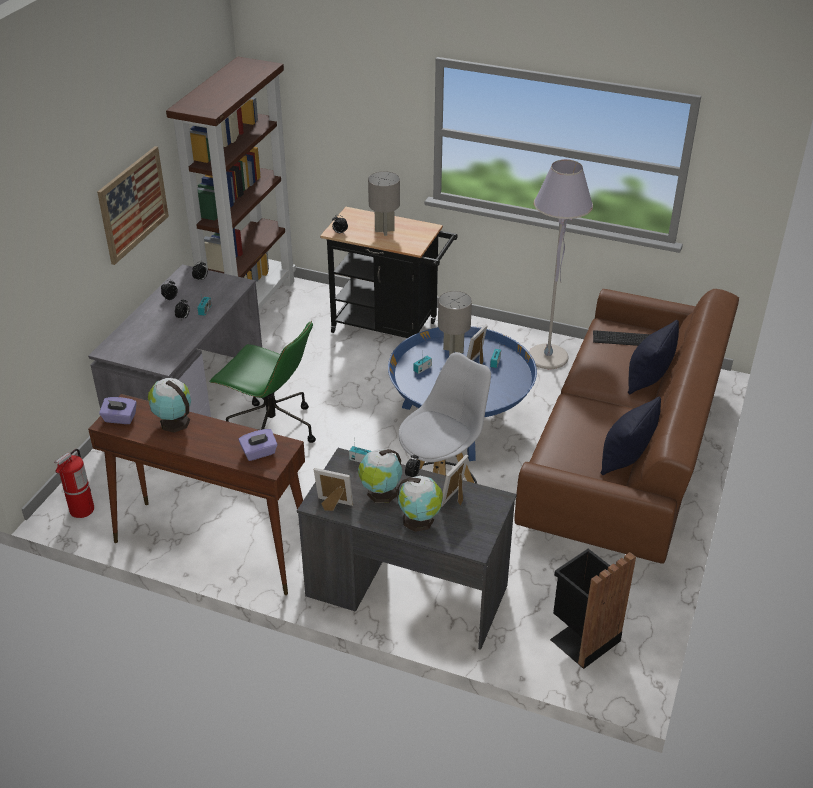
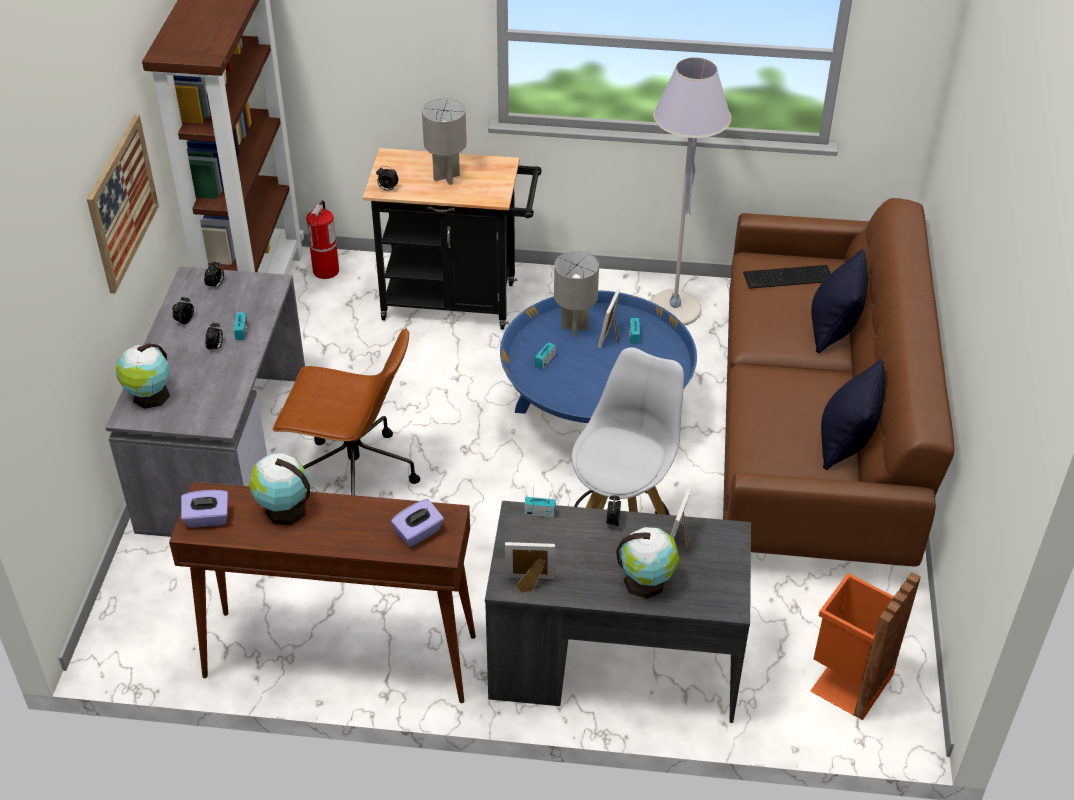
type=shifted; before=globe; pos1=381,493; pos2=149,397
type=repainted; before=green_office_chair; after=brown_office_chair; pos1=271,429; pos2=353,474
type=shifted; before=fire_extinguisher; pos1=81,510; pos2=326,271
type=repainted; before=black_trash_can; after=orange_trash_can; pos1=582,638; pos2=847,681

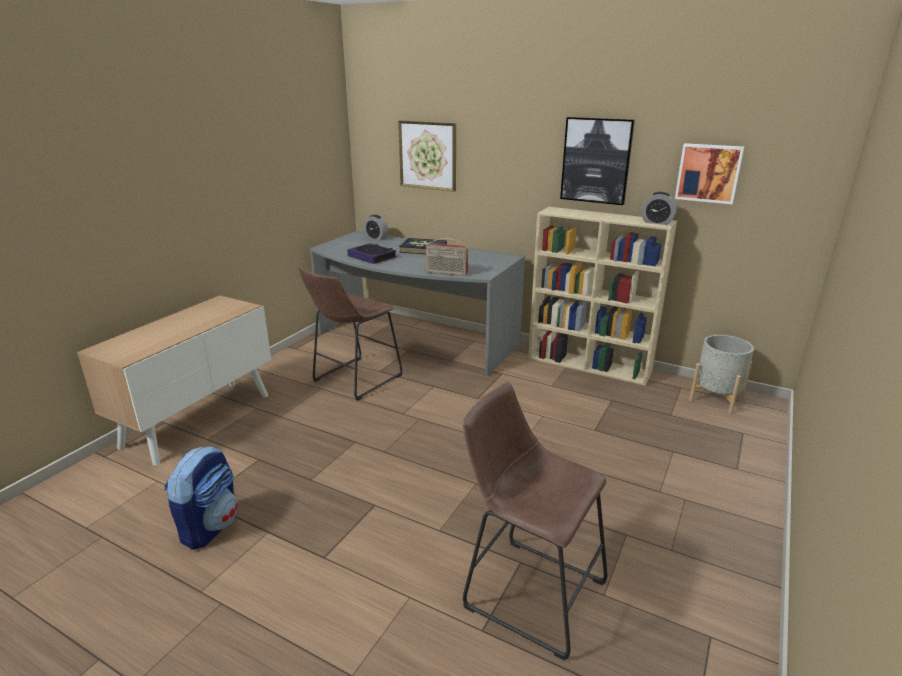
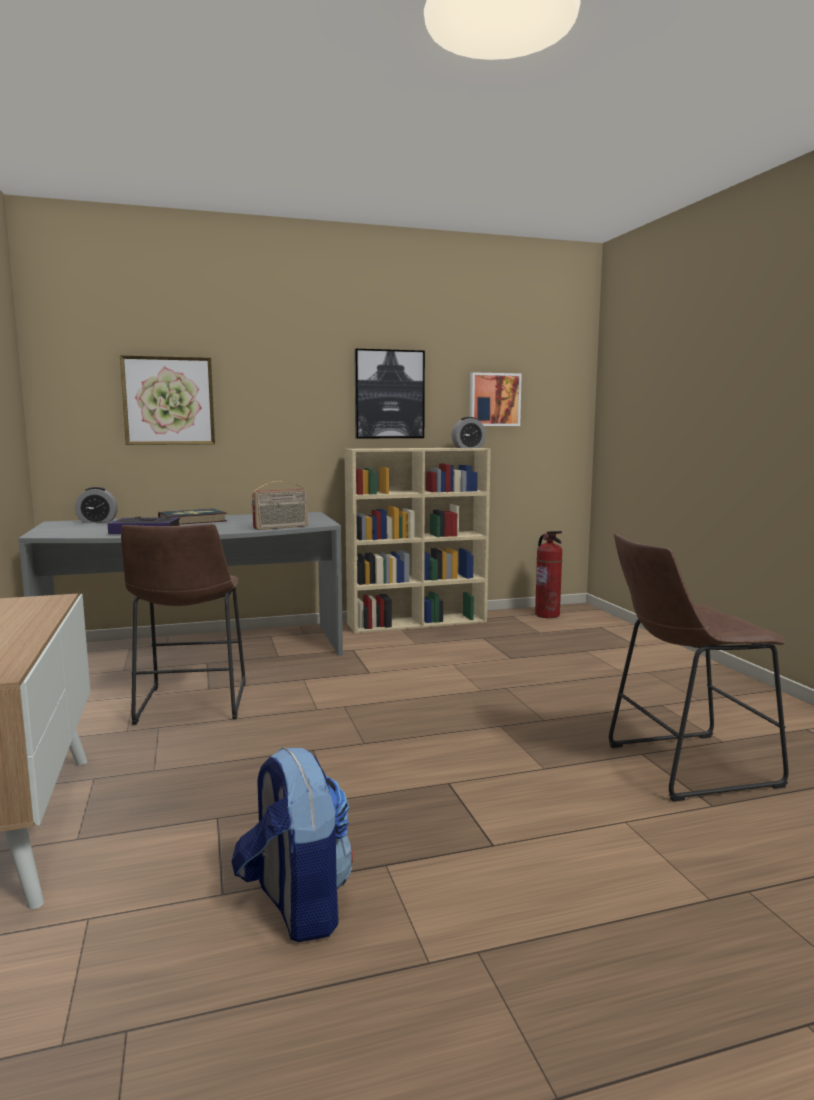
type=swapped; before=grey_planter; after=fire_extinguisher; pos1=716,399; pos2=547,615

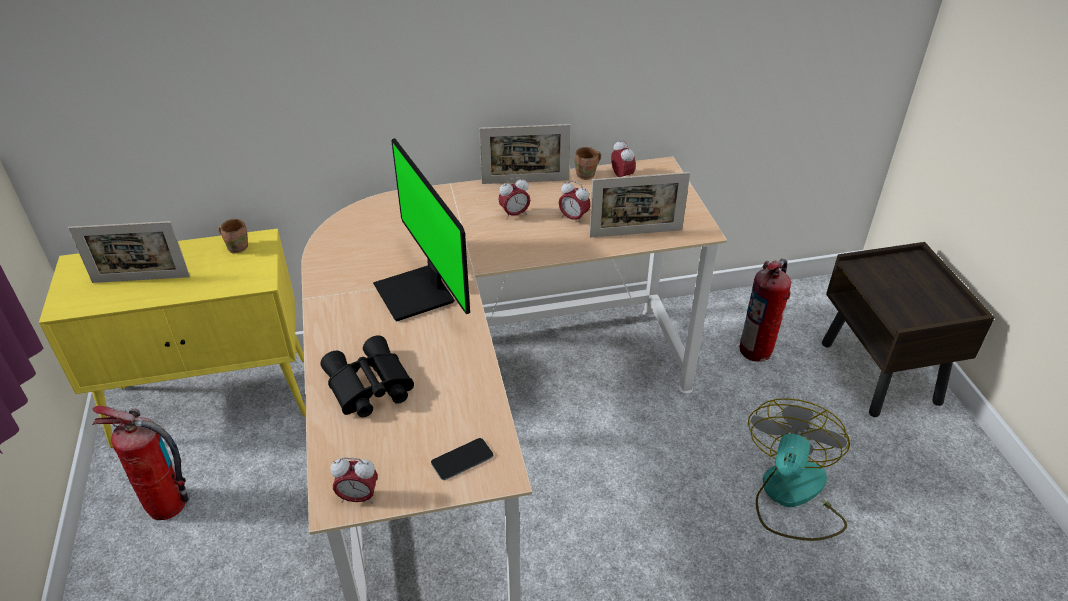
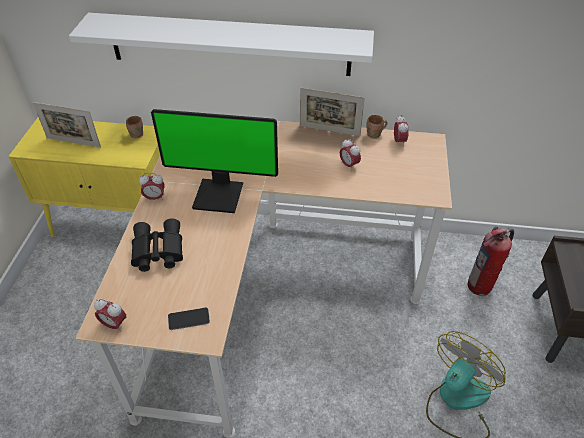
type=new; after=white_shelf; pos2=229,44
type=shifted; before=alarm_clock; pos1=514,214; pos2=155,198
type=rotated; before=monitor; pos1=418,293; pos2=219,194; turn=-75
type=gone; before=fire_extinguisher; pos1=167,505
type=gone; before=picture_frame; pos1=636,233

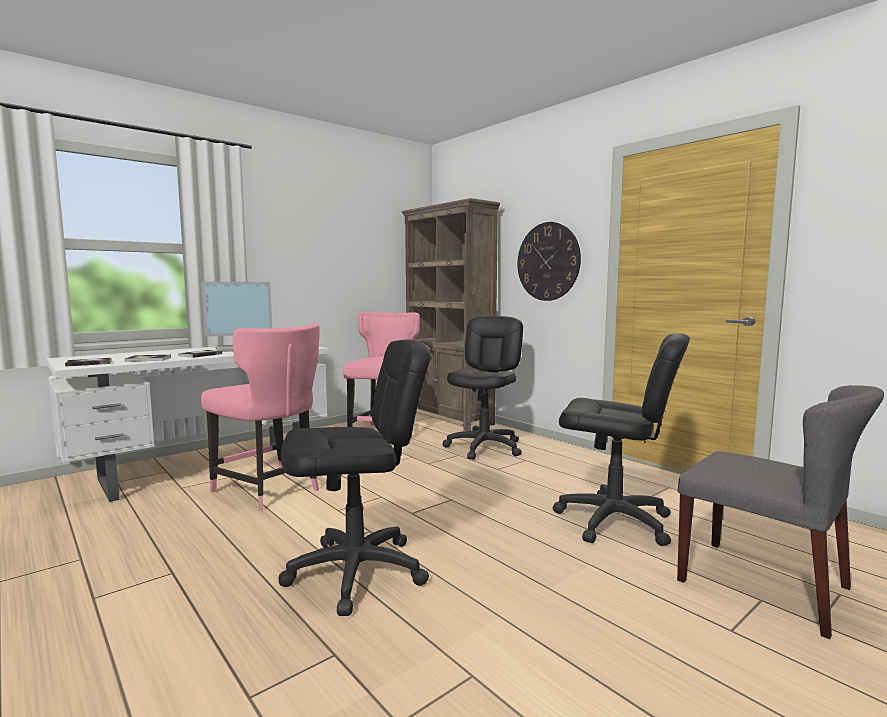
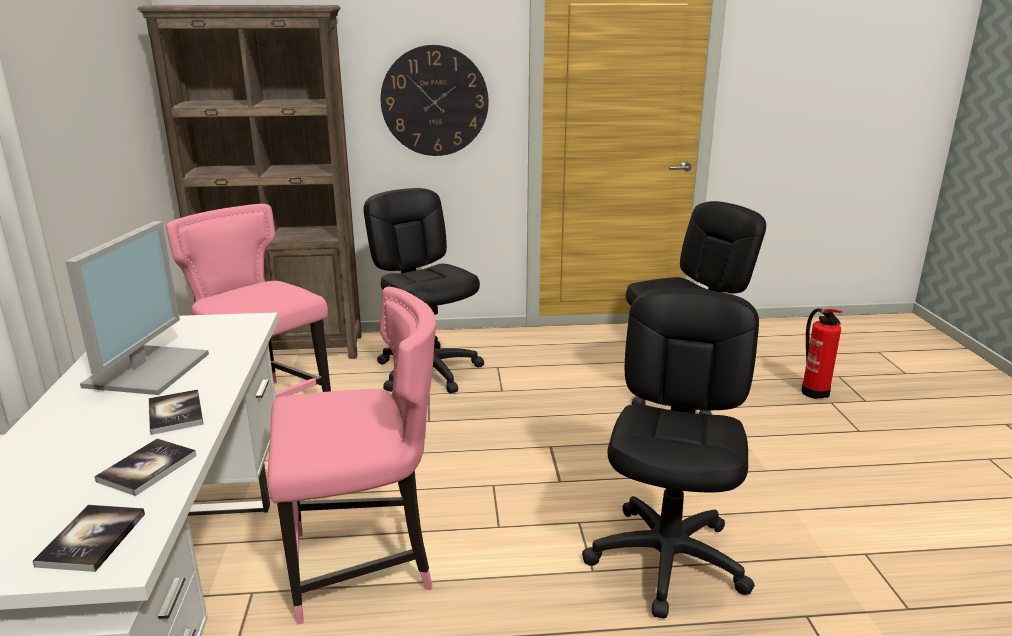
type=swapped; before=grey_chair; after=fire_extinguisher; pos1=764,584; pos2=814,391

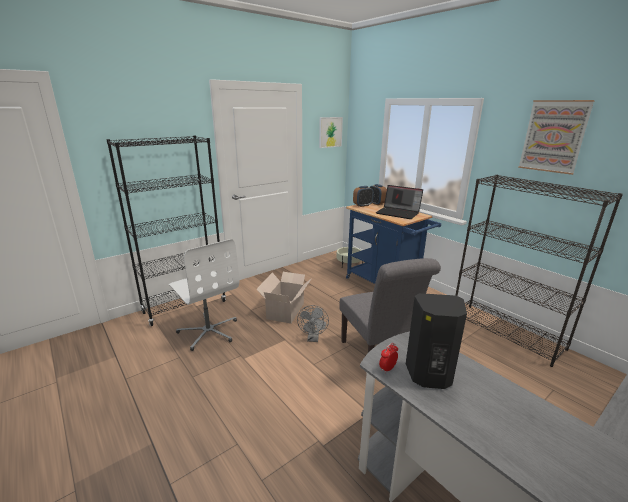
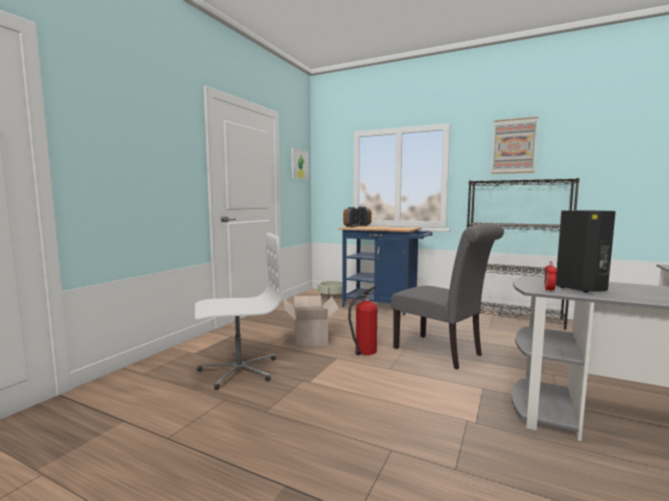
type=rotated; before=white_office_chair; pos1=209,331; pos2=238,370; turn=-45
type=swapped; before=grey_fan; after=fire_extinguisher; pos1=313,338; pos2=364,351
type=gone; before=black_bookcase; pos1=185,307
type=gone; before=laptop; pos1=398,213

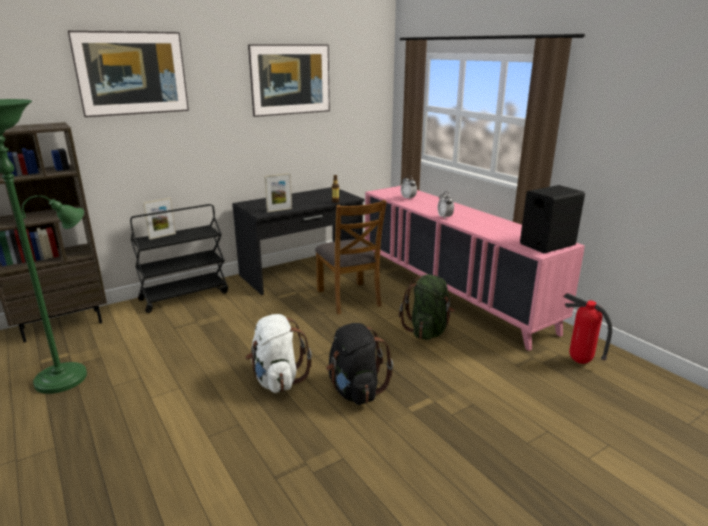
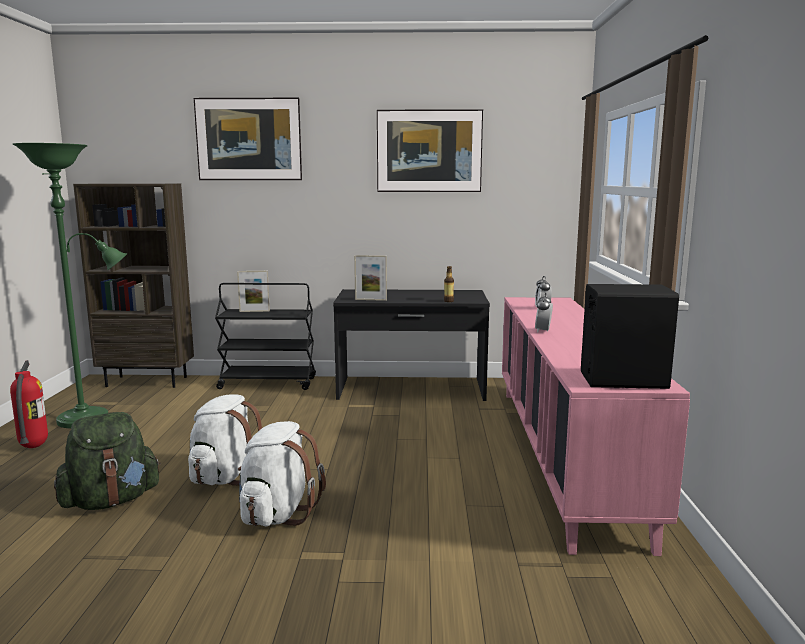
type=shifted; before=fire_extinguisher; pos1=579,362; pos2=33,447
type=shifted; before=green_backpack; pos1=427,331; pos2=111,501
type=repainted; before=black_backpack; after=white_backpack; pos1=355,390; pos2=278,514
type=gone; before=brown_chair; pos1=349,298

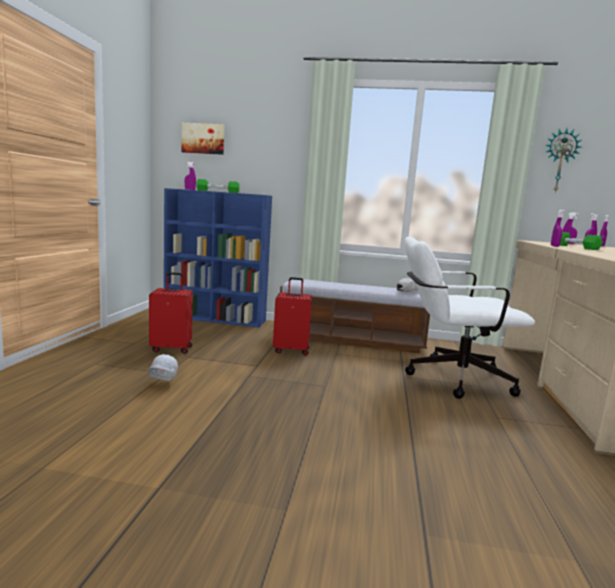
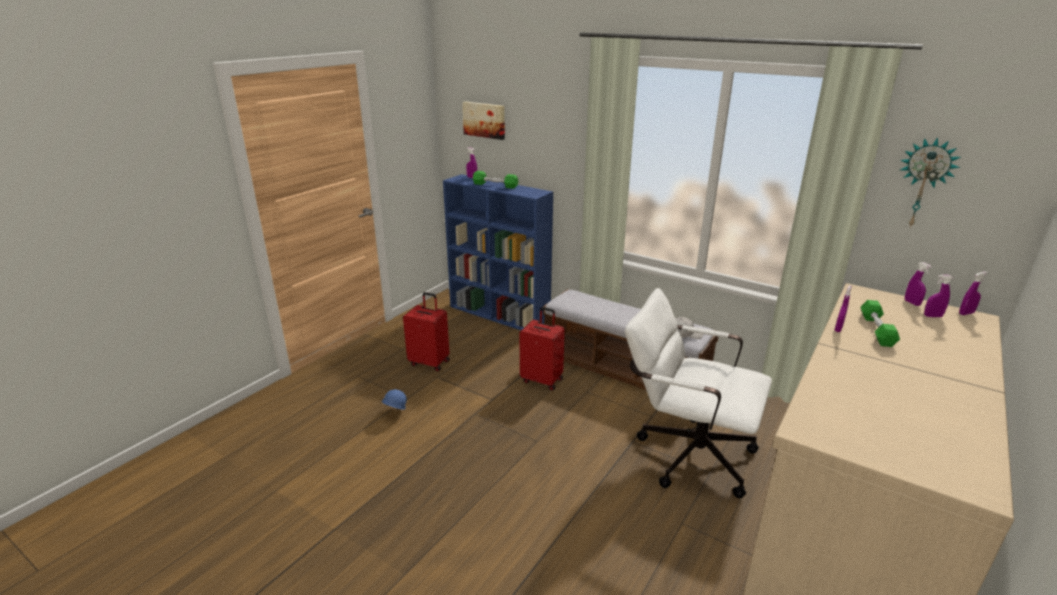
type=repainted; before=white_hard_hat; after=blue_hard_hat; pos1=162,385; pos2=395,414

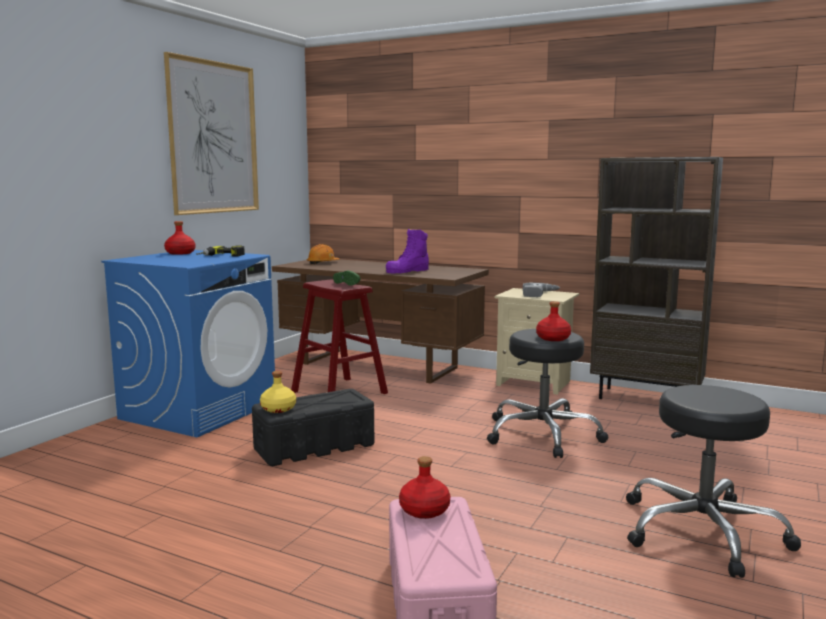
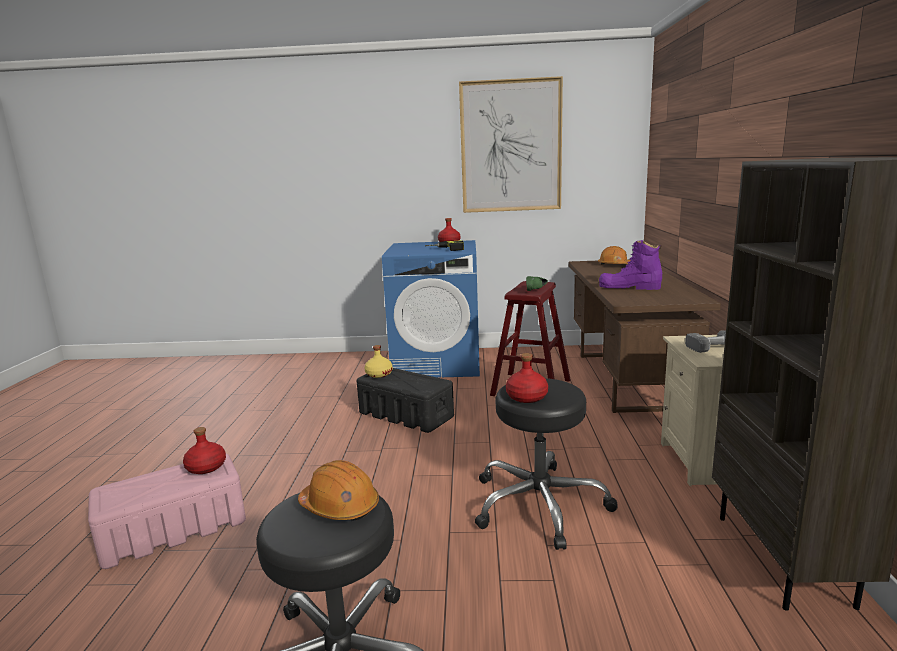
type=new; after=orange_hard_hat; pos2=340,507

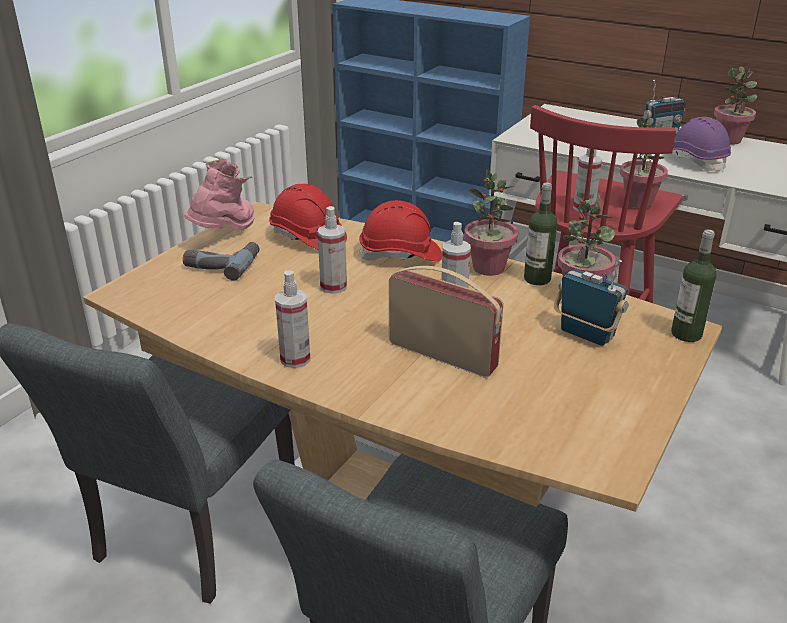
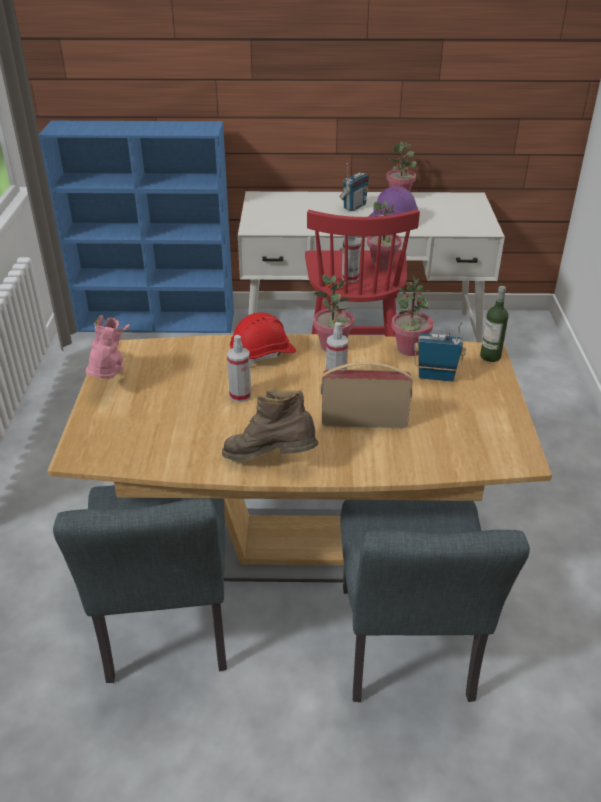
type=swapped; before=spray_bottle; after=brown_boot; pos1=295,359; pos2=271,460
type=gone; before=power_drill; pos1=222,264
type=gone; before=red_hard_hat; pos1=307,237
type=gone; before=bottle; pos1=537,279

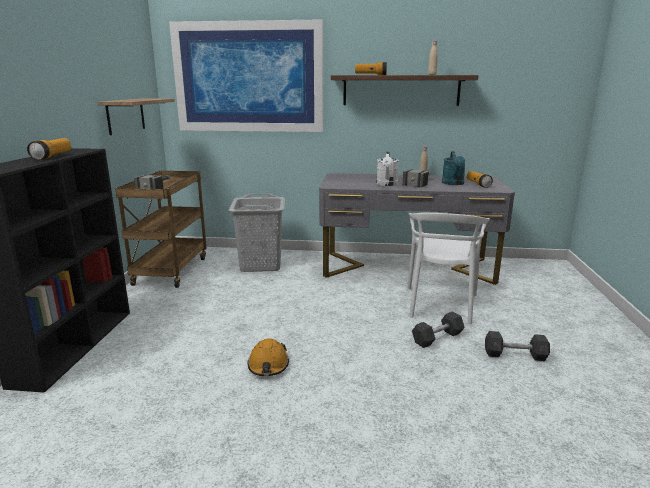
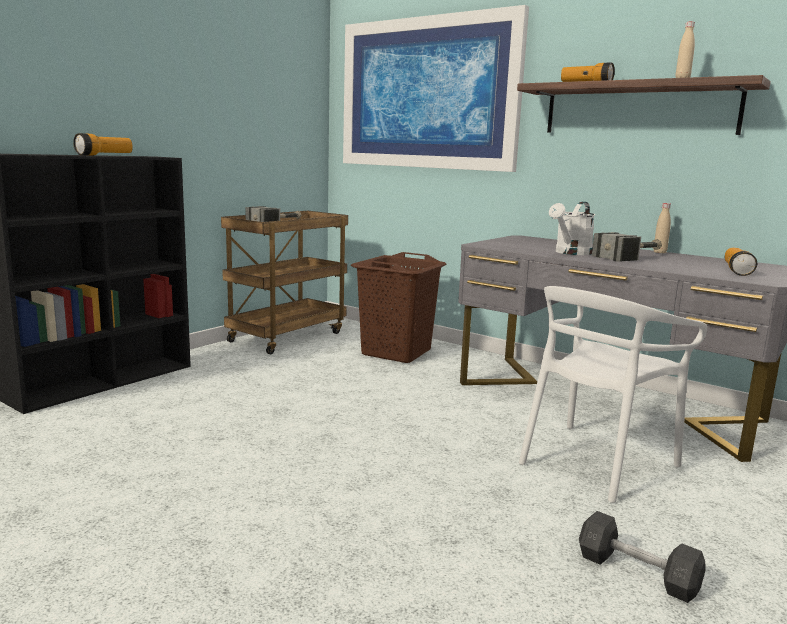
type=repainted; before=grey_laundry_basket; after=brown_laundry_basket; pos1=261,264; pos2=397,352
type=gone; before=shelf; pos1=126,115
type=gone; before=orange_hard_hat; pos1=268,365
type=gone; before=grey_dumbbell; pos1=437,338
type=gone; before=turquoise_watering_can; pos1=453,183

